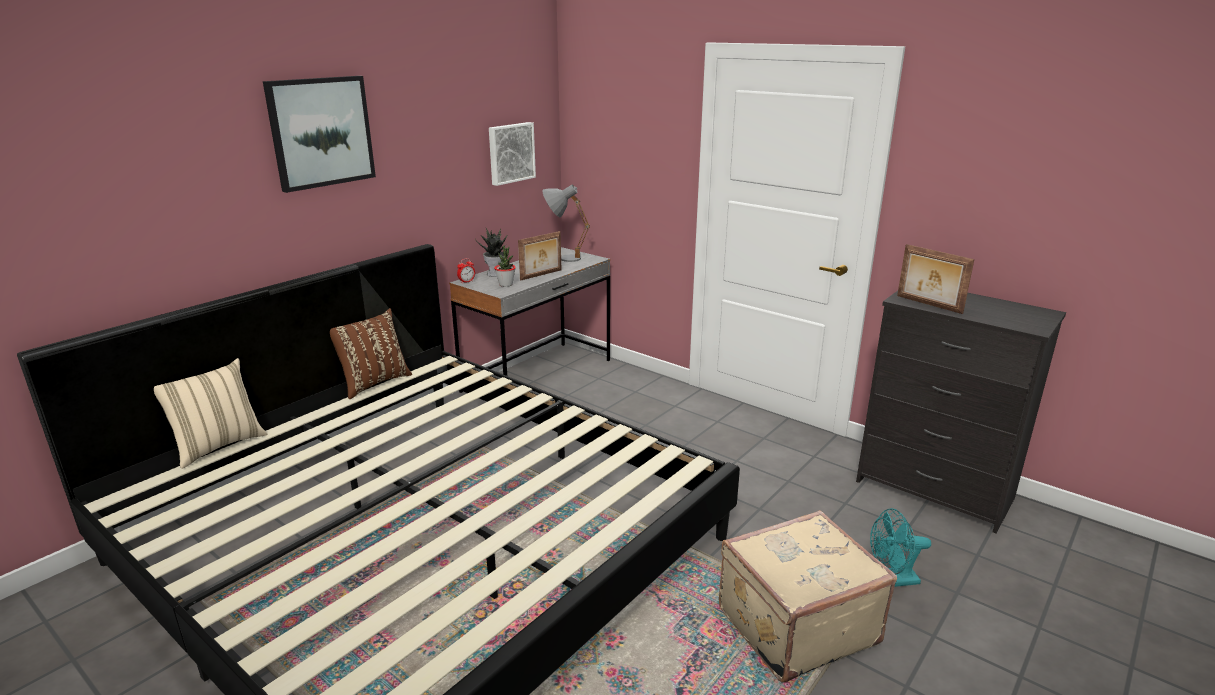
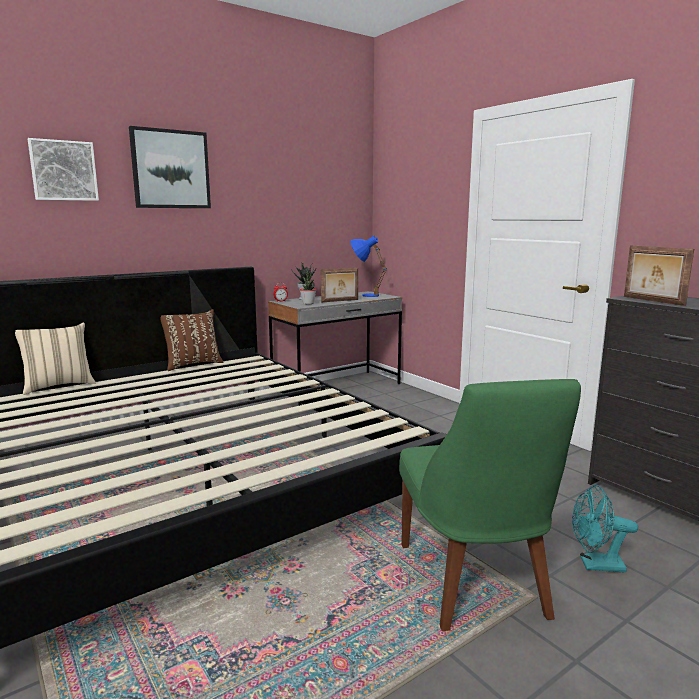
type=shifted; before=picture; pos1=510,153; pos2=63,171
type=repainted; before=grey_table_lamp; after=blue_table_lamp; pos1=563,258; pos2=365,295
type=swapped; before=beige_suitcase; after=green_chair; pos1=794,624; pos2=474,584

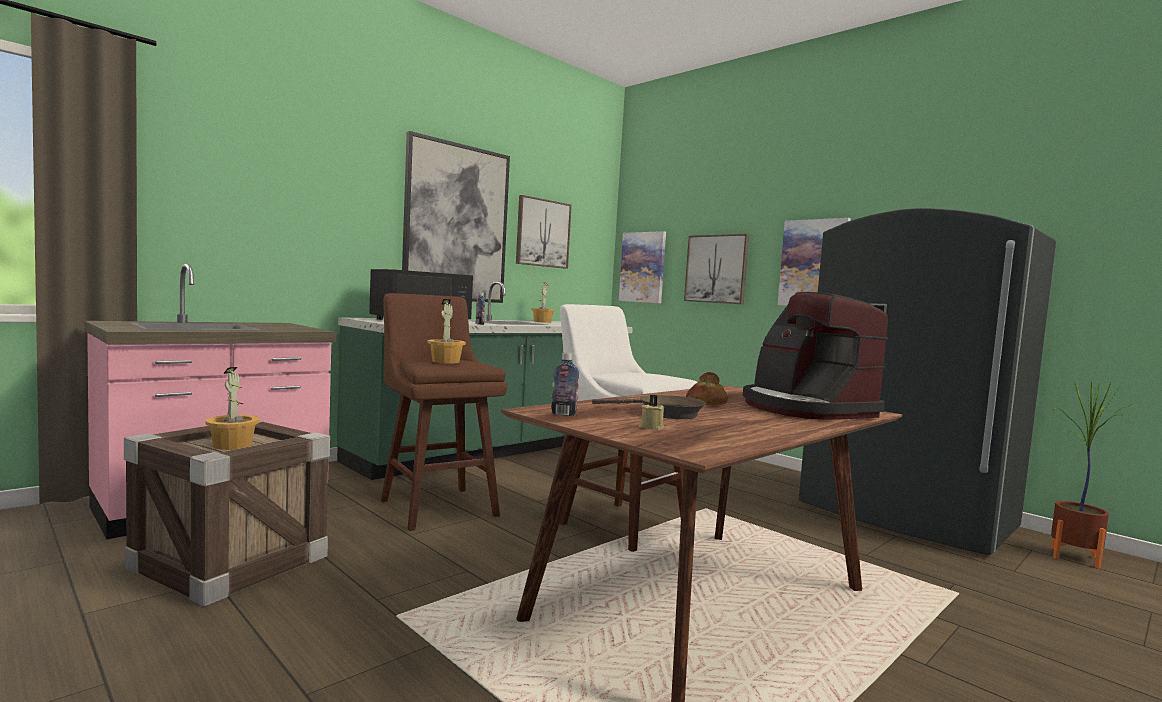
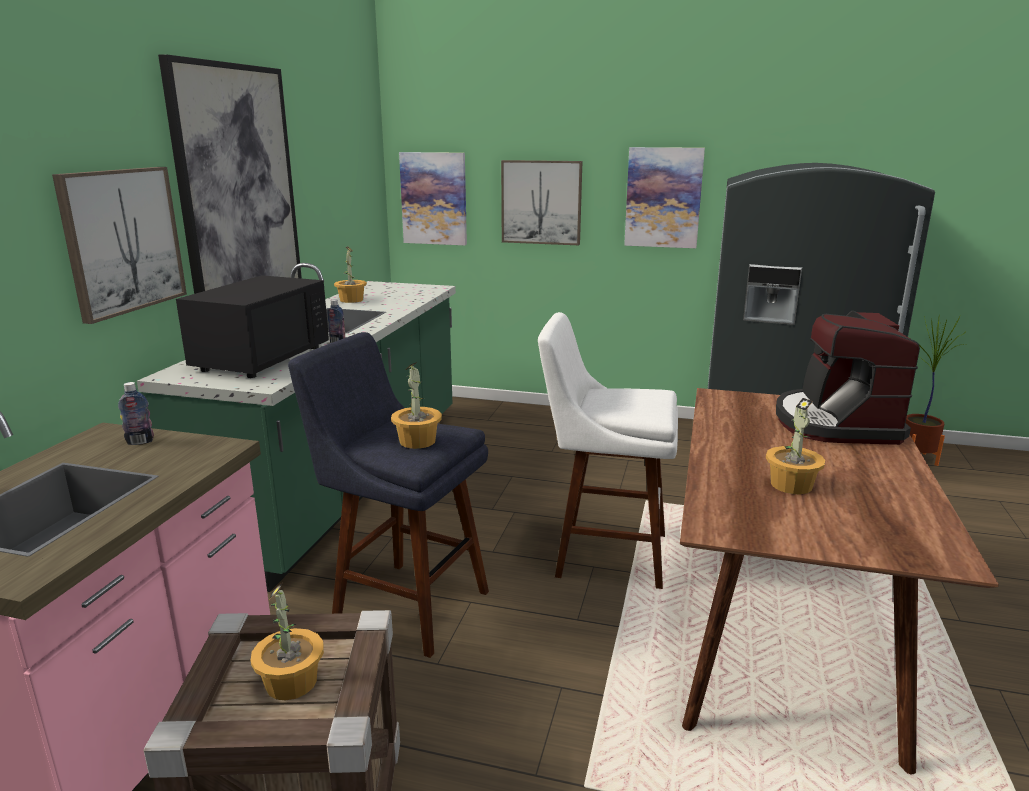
type=shifted; before=picture; pos1=542,233; pos2=122,241
type=shifted; before=bottle; pos1=563,414; pos2=140,442
type=repainted; before=brown_stool; after=blue_stool; pos1=436,505; pos2=403,604
type=swapped; before=brown_frying_pan; after=potted_plant; pos1=664,413; pos2=792,485
type=rotated; before=coffee_machine; pos1=805,409; pos2=835,423; turn=60
type=gone; before=beige_candle; pos1=651,427
type=gone; before=bread; pos1=706,403

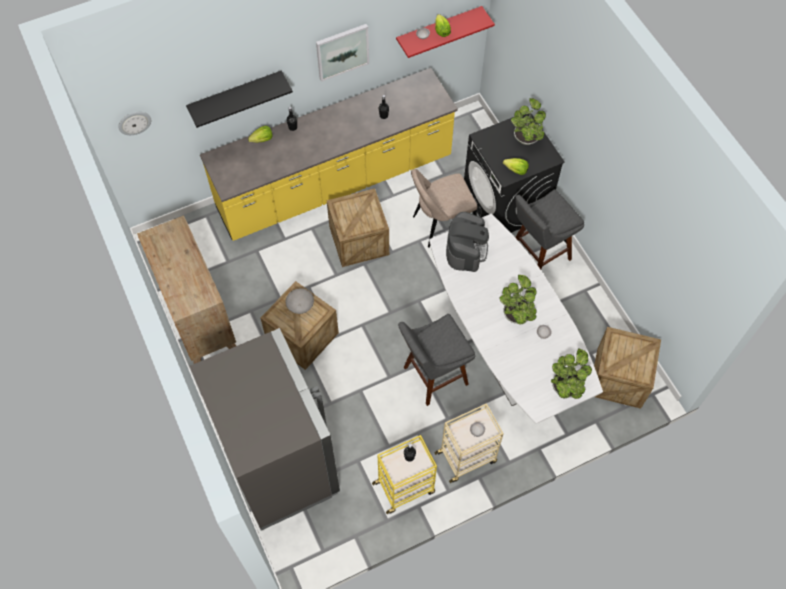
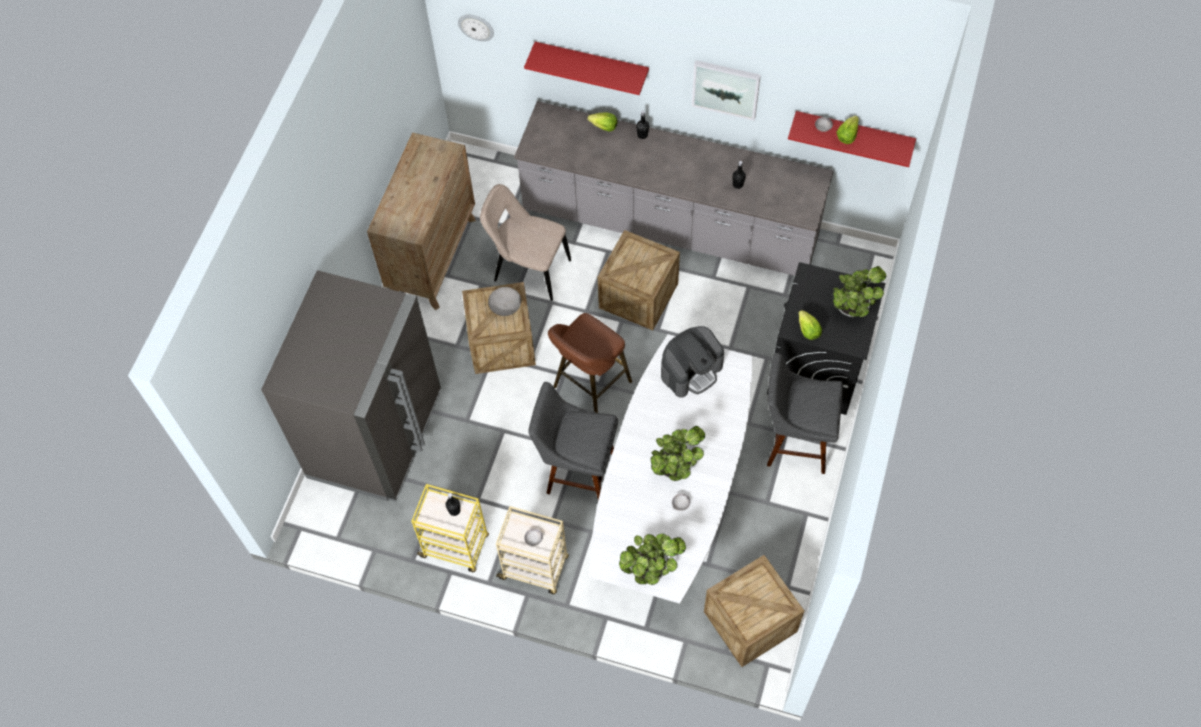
type=shifted; before=beige_chair; pos1=441,224; pos2=528,270
type=repainted; before=yellow_counter; after=grey_counter; pos1=335,184; pos2=670,226
type=repainted; before=black_shelf; after=red_shelf; pos1=236,95; pos2=591,64
type=new; after=brown_stool; pos2=589,387

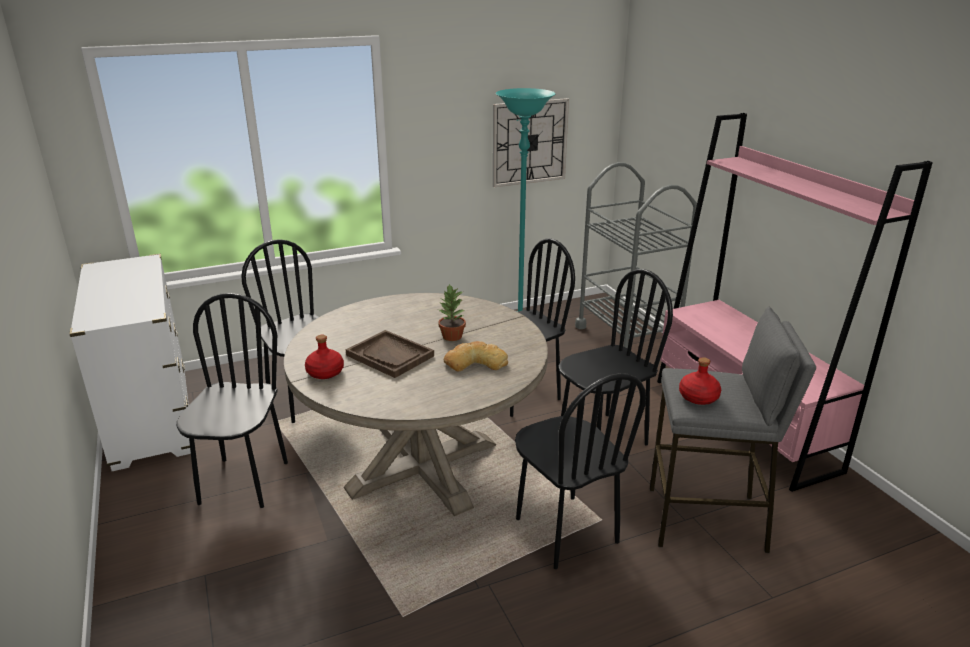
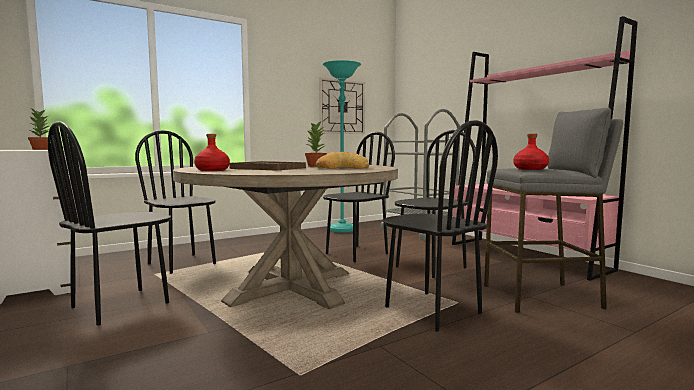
type=new; after=potted_plant; pos2=41,149
type=rotated; before=black_chair; pos1=243,482; pos2=121,305; turn=-135

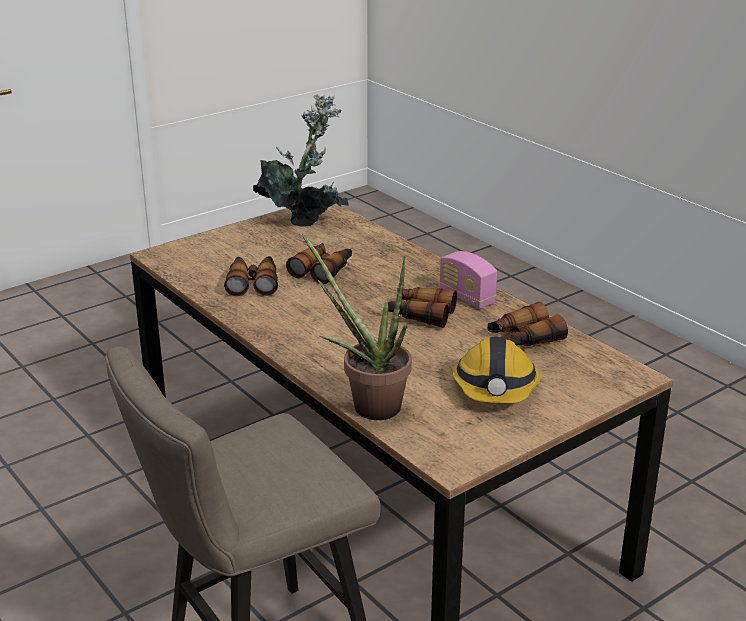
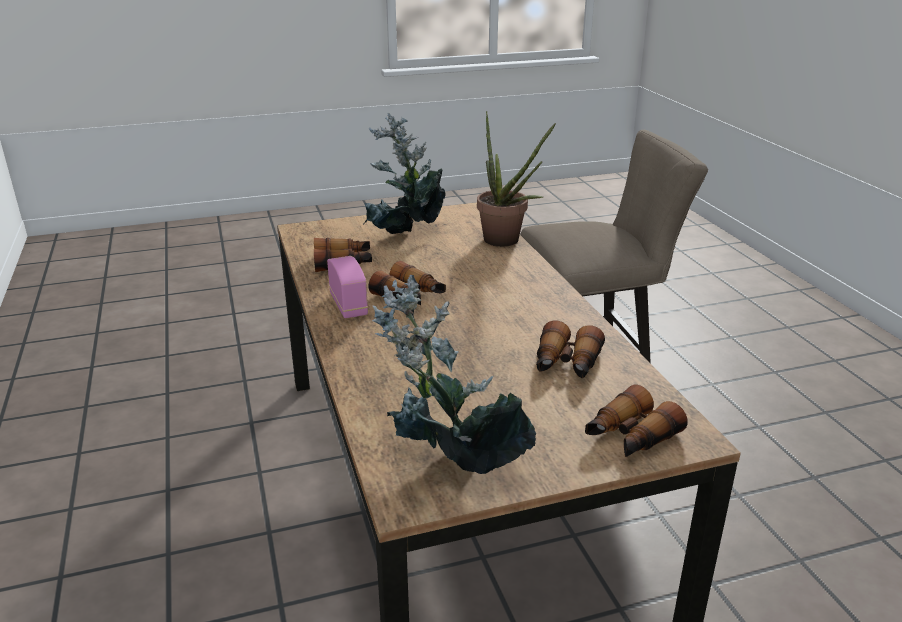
type=swapped; before=hard_hat; after=potted_plant; pos1=495,388; pos2=406,237
type=shifted; before=binoculars; pos1=322,270; pos2=630,437

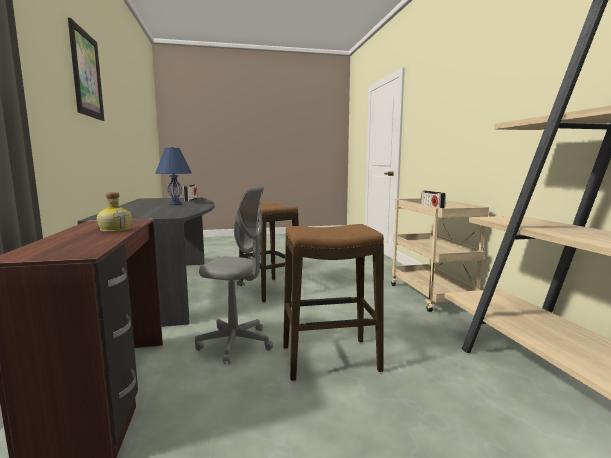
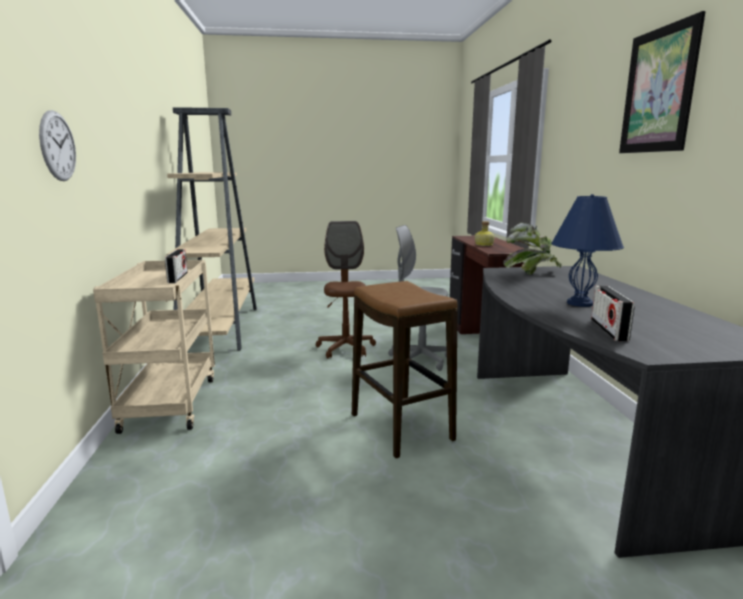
type=new; after=wall_clock; pos2=57,146
type=swapped; before=stool; after=brown_office_chair; pos1=329,359; pos2=346,348
type=new; after=potted_plant; pos2=531,273

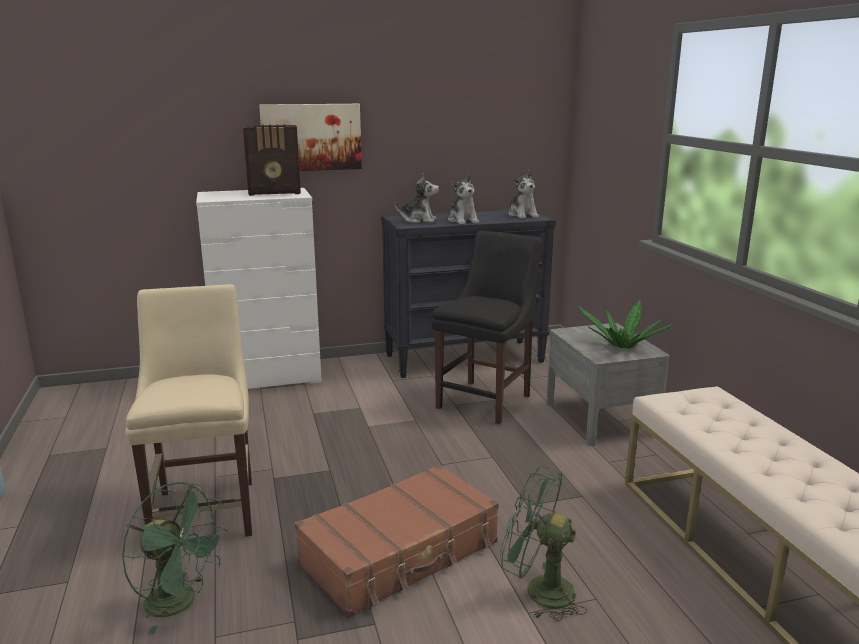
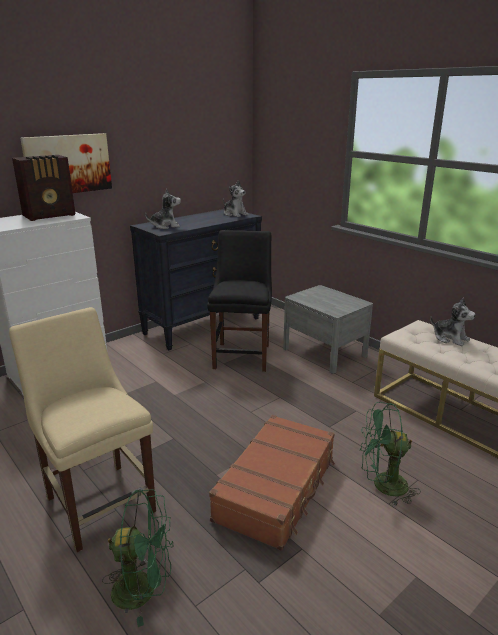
type=shifted; before=plush_toy; pos1=463,221; pos2=450,338
type=gone; before=potted_plant; pos1=623,346

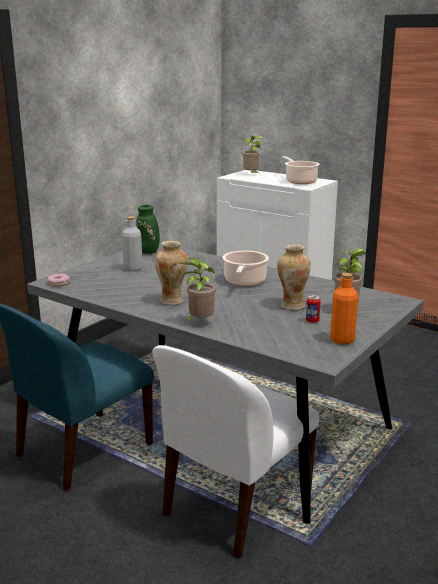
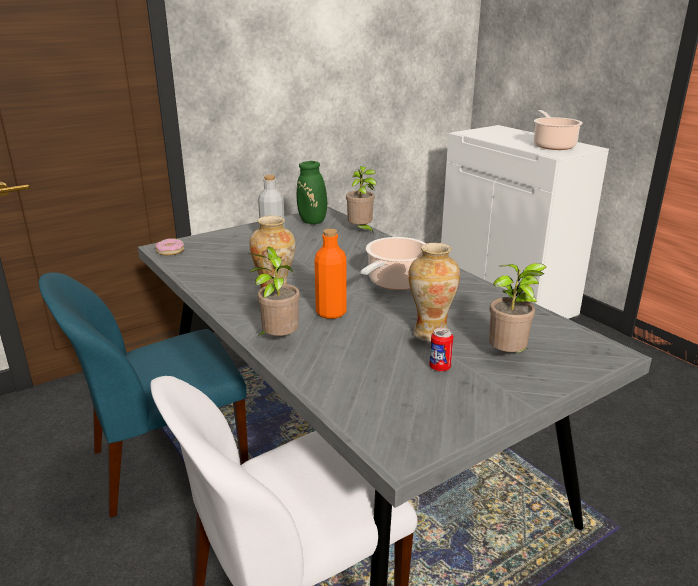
type=shifted; before=orange_bottle; pos1=342,340; pos2=331,312
type=shifted; before=potted_plant; pos1=251,175; pos2=361,231

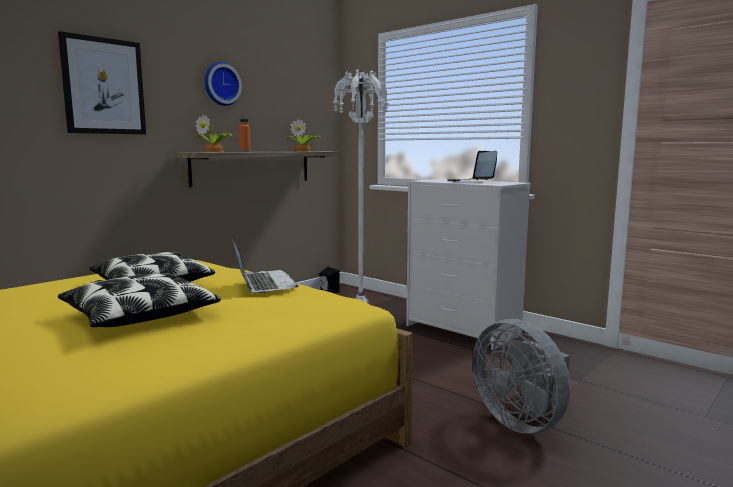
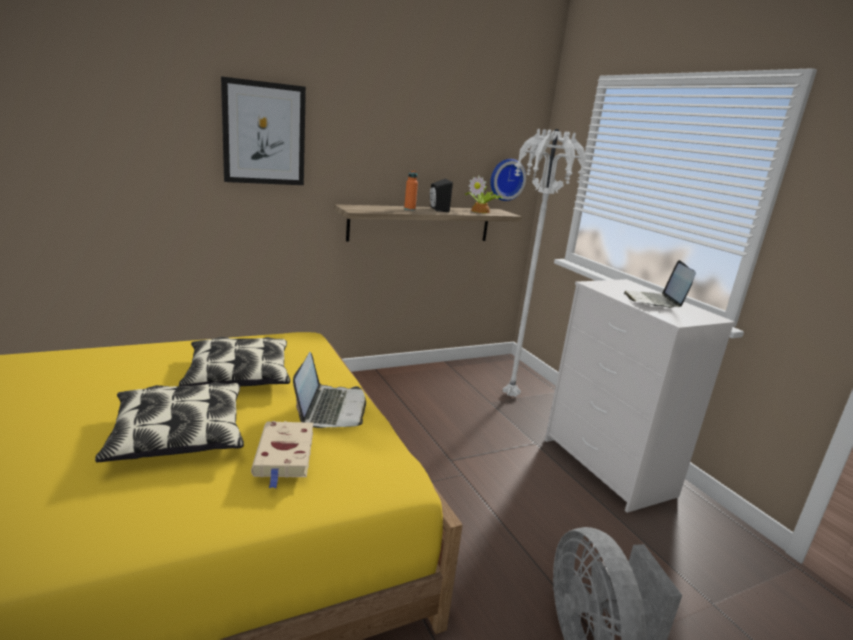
type=new; after=beige_book; pos2=284,455
type=shifted; before=black_speaker; pos1=328,291; pos2=437,209
type=shifted; before=wall_clock; pos1=221,84; pos2=506,179
type=gone; before=potted_plant; pos1=215,151

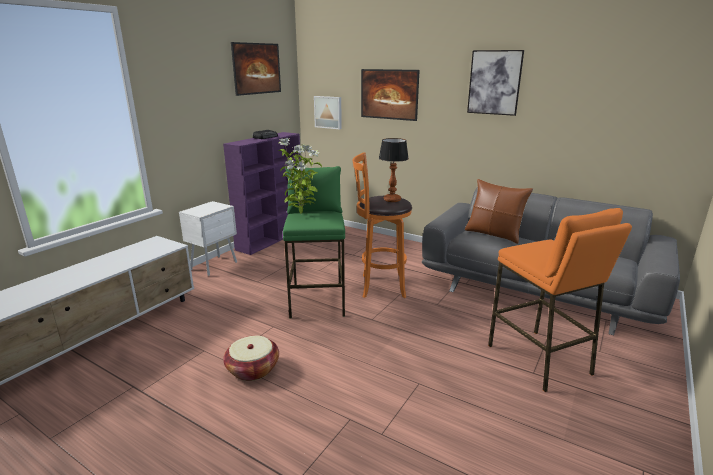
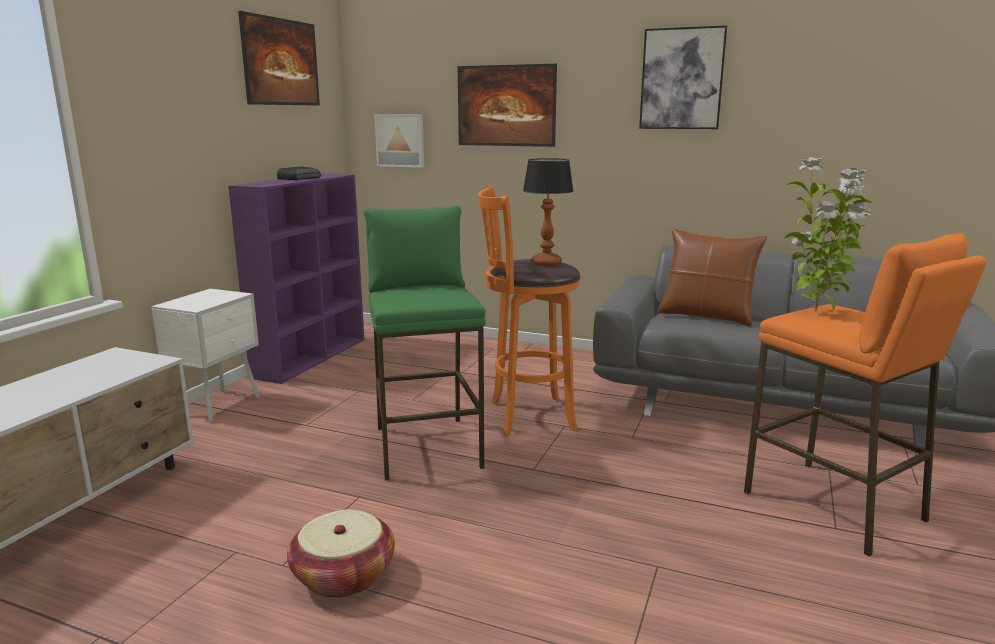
type=shifted; before=potted_plant; pos1=301,214; pos2=817,313

